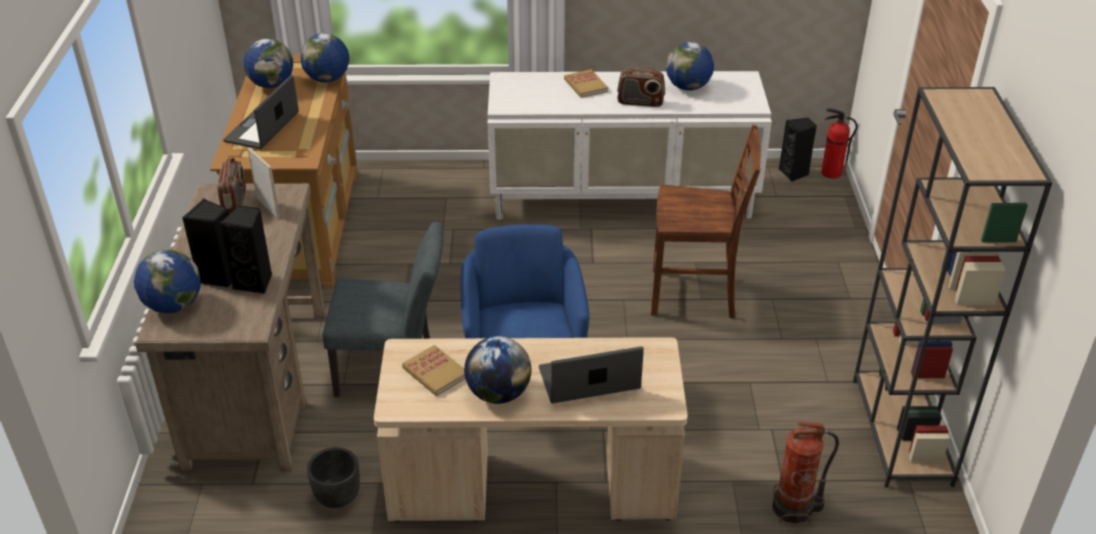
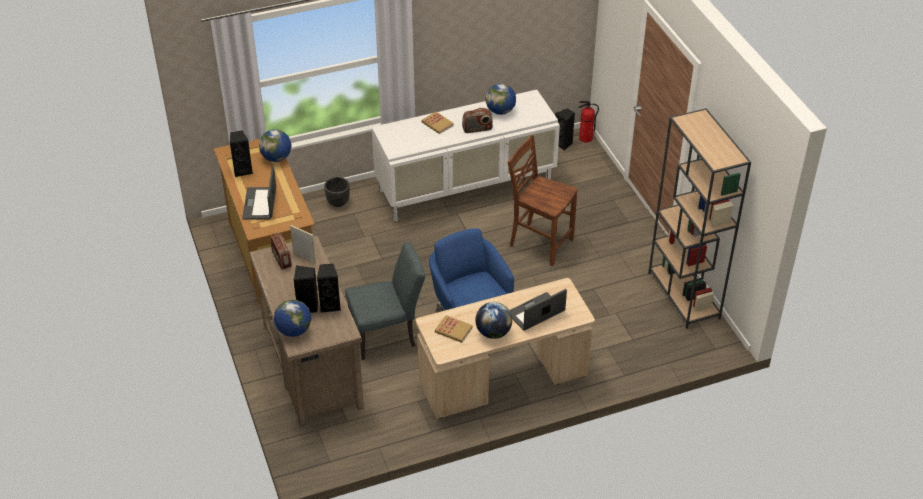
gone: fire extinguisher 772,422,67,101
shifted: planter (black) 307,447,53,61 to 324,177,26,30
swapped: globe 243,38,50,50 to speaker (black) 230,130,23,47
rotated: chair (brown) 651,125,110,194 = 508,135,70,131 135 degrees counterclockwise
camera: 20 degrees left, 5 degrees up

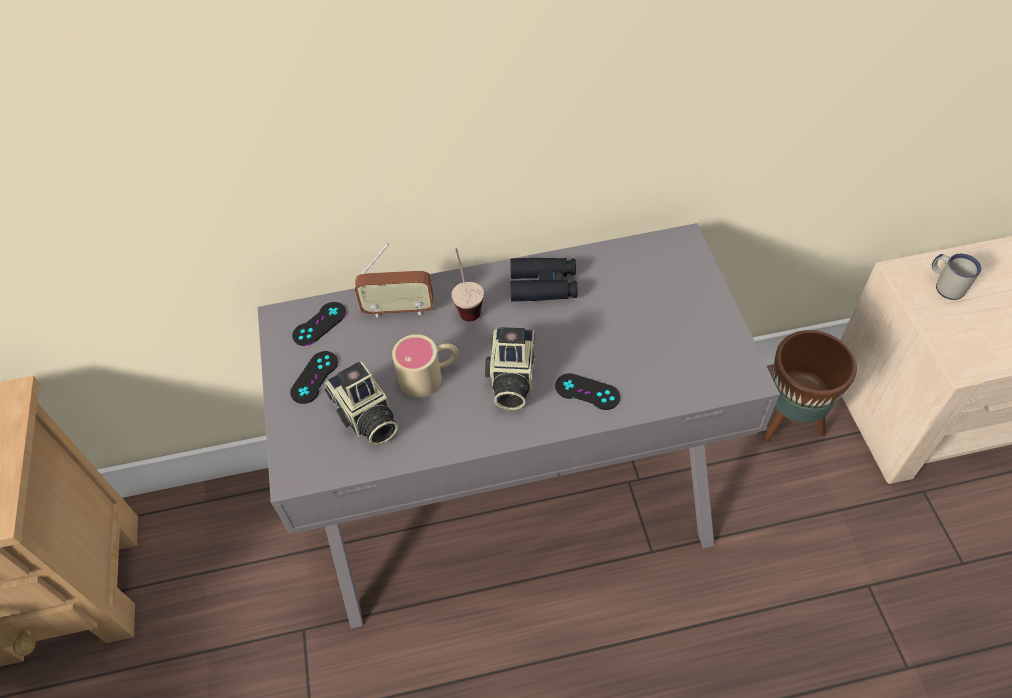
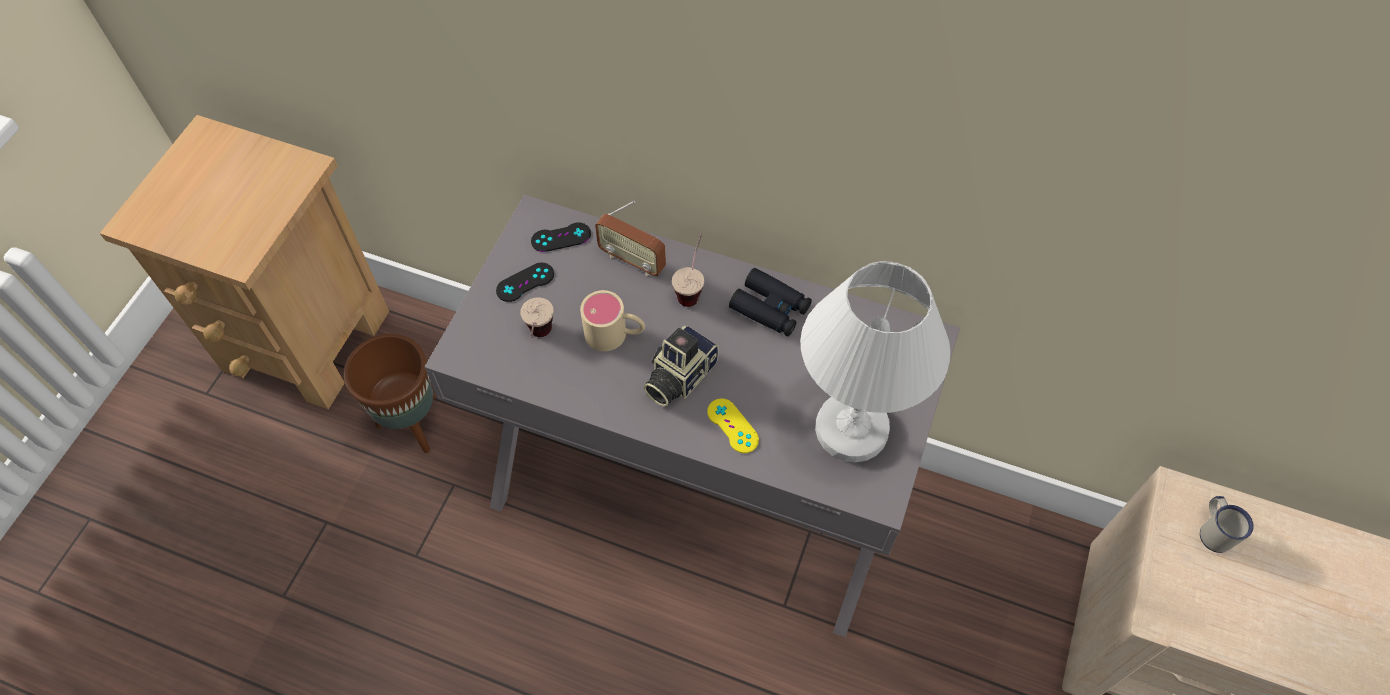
new: table lamp (white) 800,261,150,201
shifted: planter (brown) 763,330,94,112 to 343,334,92,119
swapped: photo camera 324,361,74,84 to cup 520,297,34,41
repainted: game controller (black) 555,373,65,37 to game controller (yellow) 707,398,52,55
camera: 30 degrees right, 5 degrees up

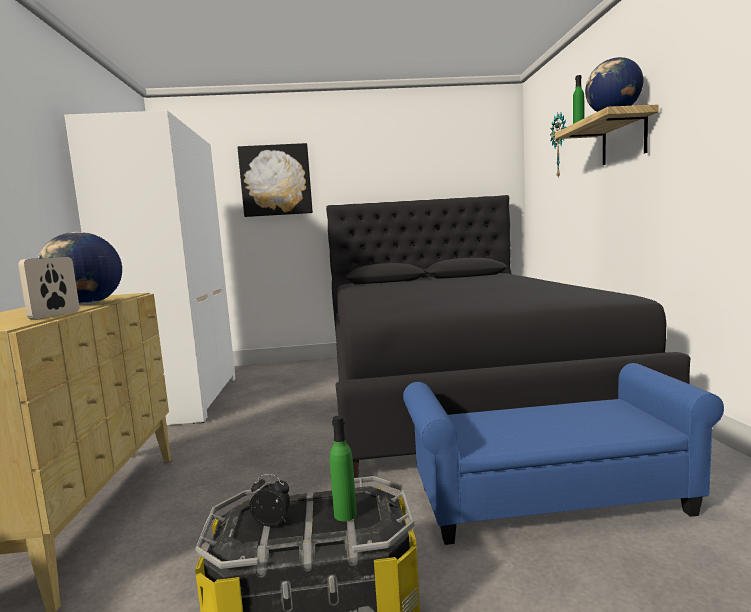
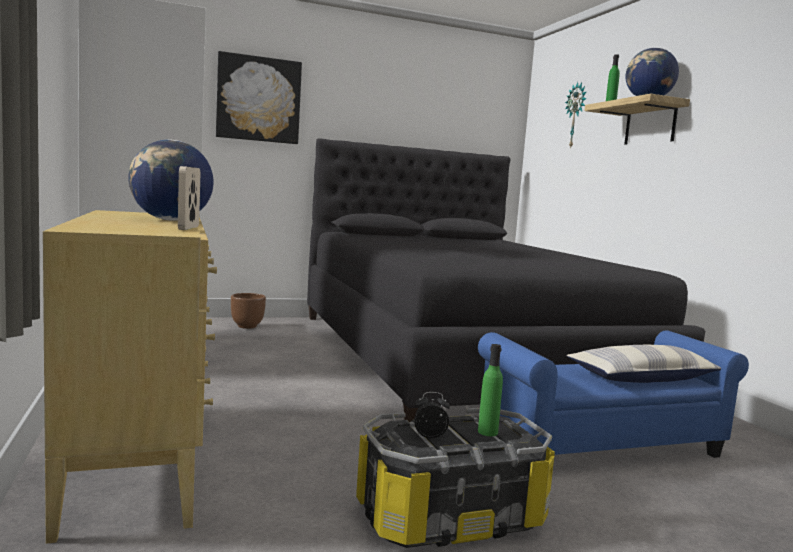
new: planter (brown) 231,293,35,36; pillow 567,345,154,38
camera: 15 degrees left, 0 degrees up

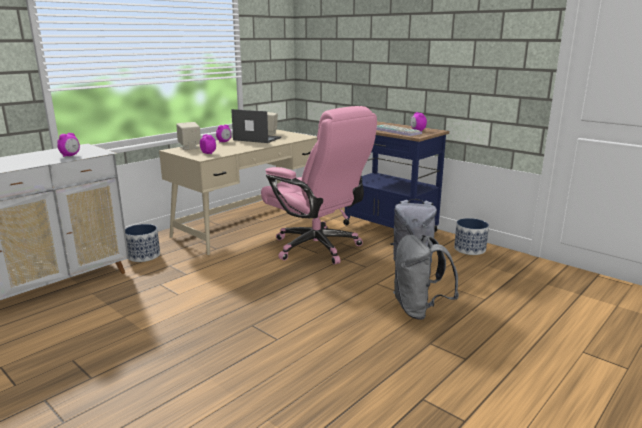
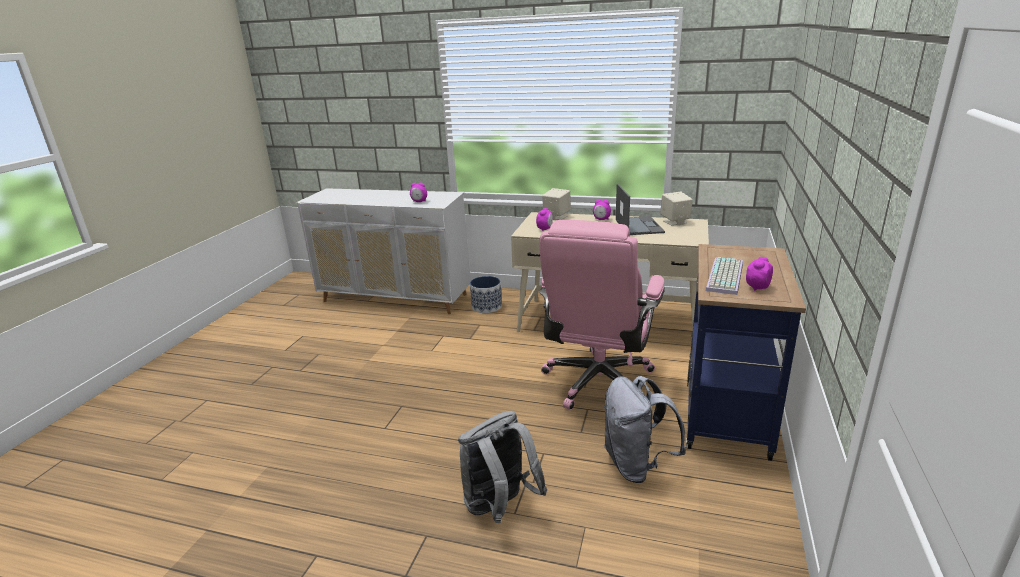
gone: planter 454,218,35,37
camera: 65 degrees right, 5 degrees up

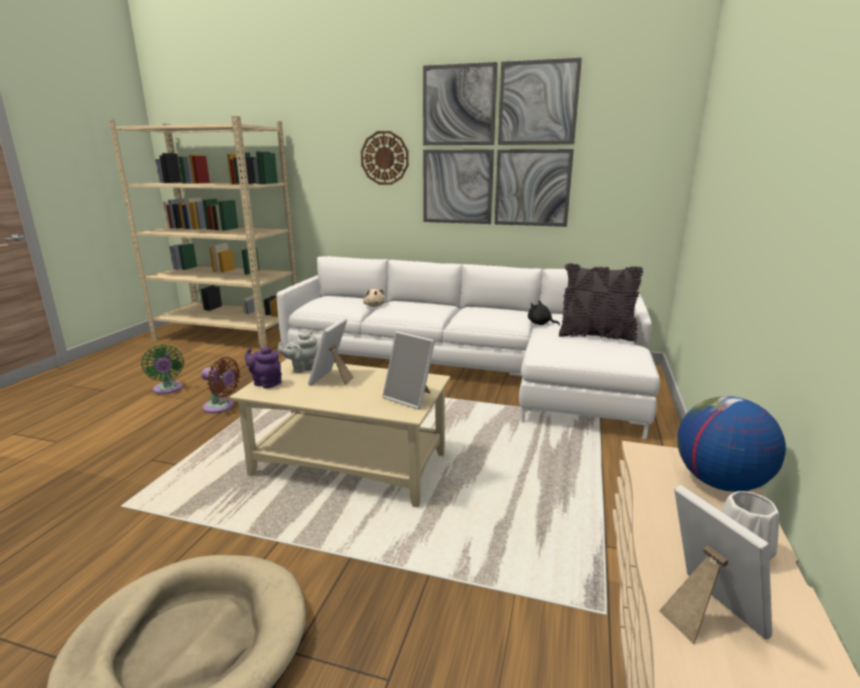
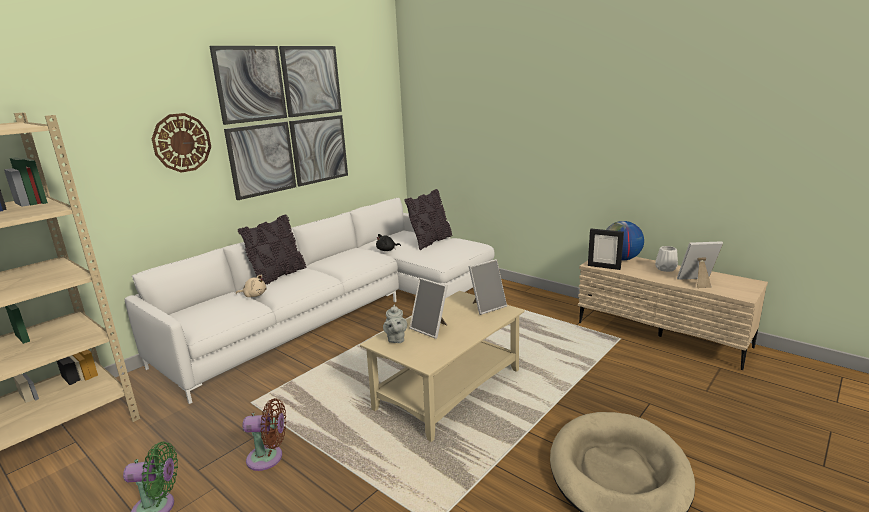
gone: teapot (purple) 244,347,38,42
new: pillow (black) 238,215,69,69; picture frame 588,229,36,41
rotated: fan (brown) 201,357,39,56 = 243,398,43,73 45 degrees clockwise
camera: 65 degrees left, 0 degrees up

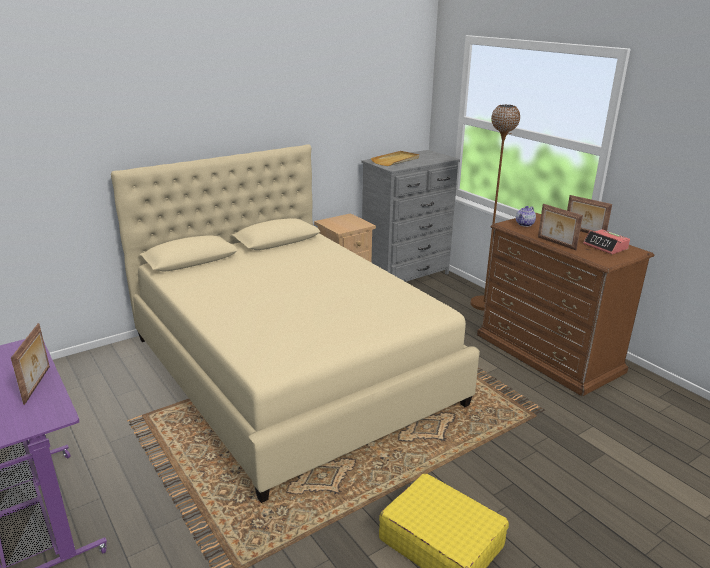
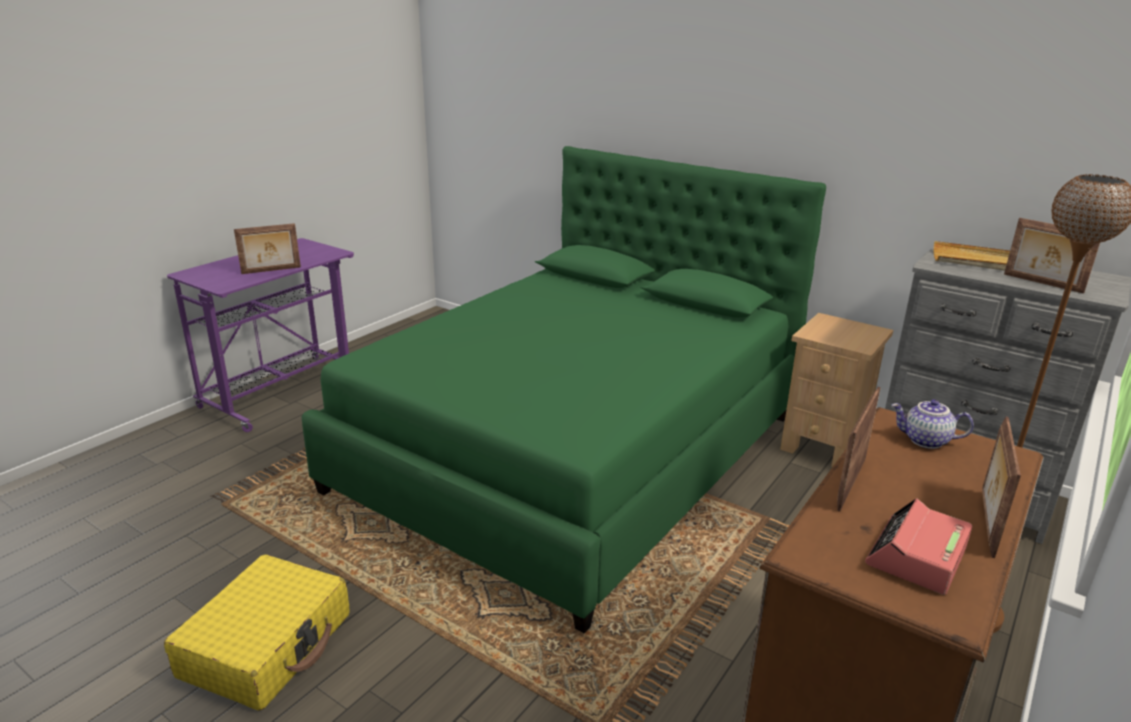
new: picture frame 1004,218,96,76
repainted: bed (beige) 111,145,369,358 to bed (green) 301,146,525,487
camera: 70 degrees right, 0 degrees up

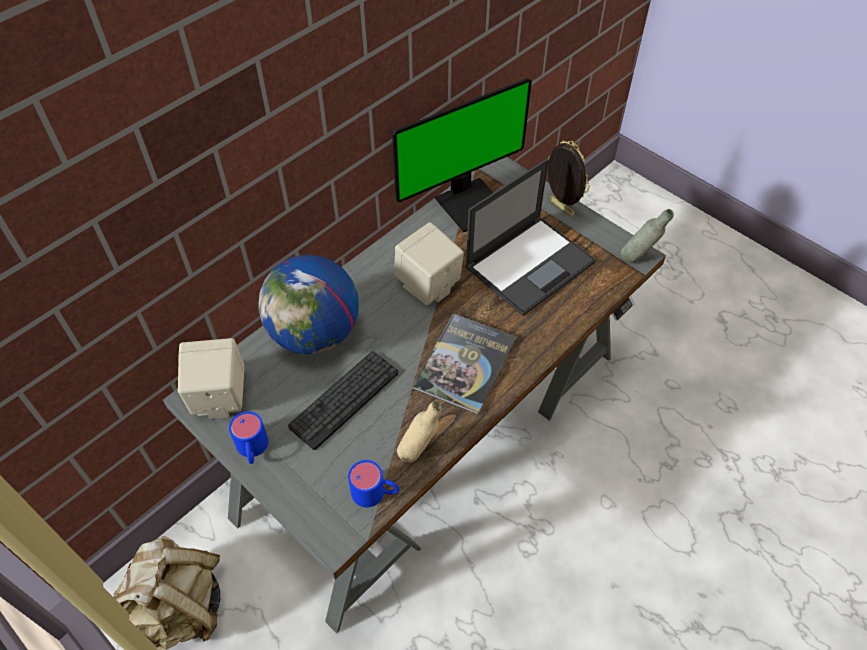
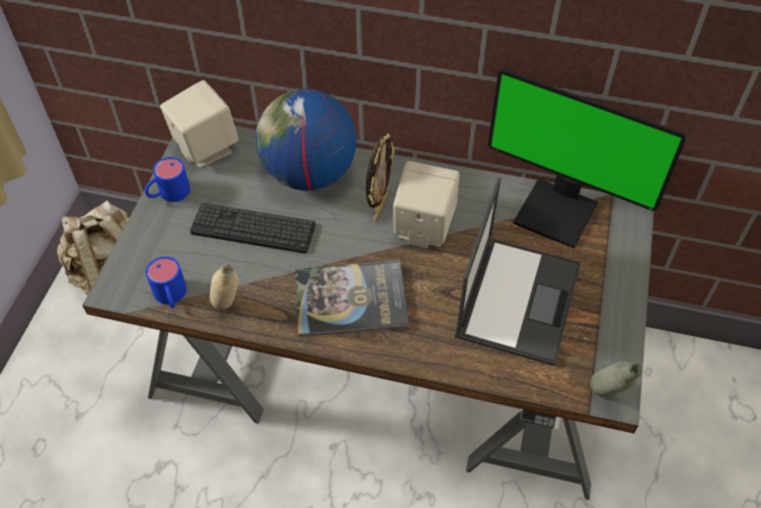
shifted: picture frame 548,140,42,77 to 366,133,29,89
rotated: laptop 465,159,131,157 = 454,177,127,189 90 degrees counterclockwise
camera: 60 degrees right, 0 degrees up

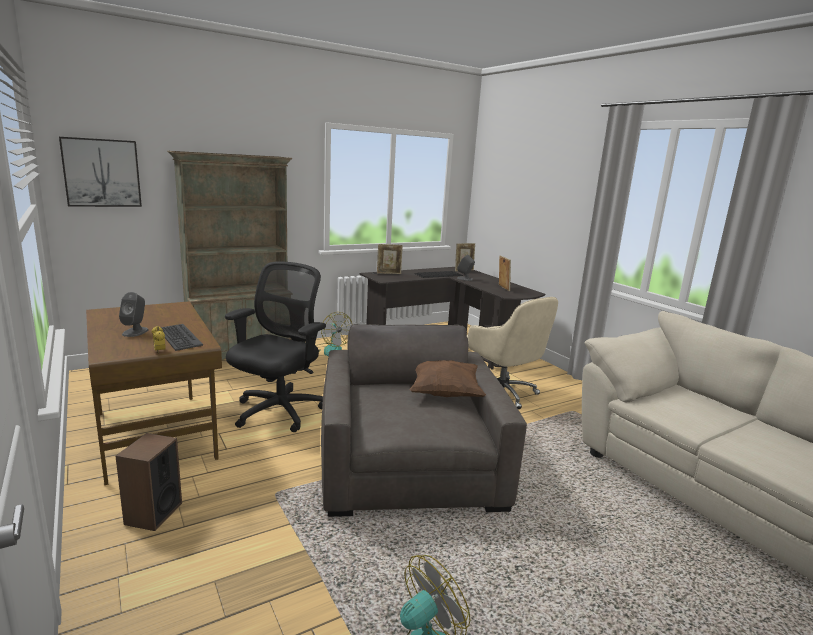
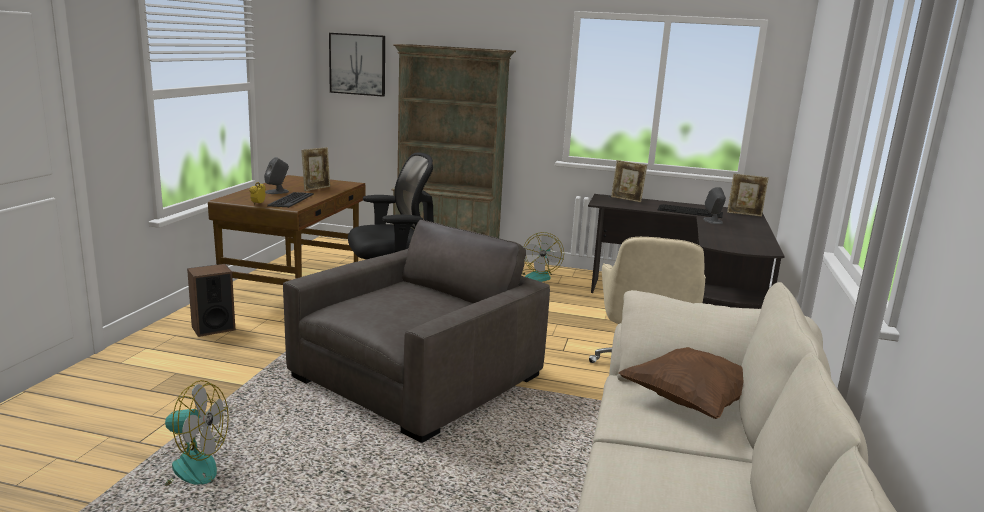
shifted: pillow (brown) 410,360,76,37 to 618,347,126,72; picture frame 499,256,12,35 to 301,147,29,44
camera: 45 degrees right, 0 degrees up

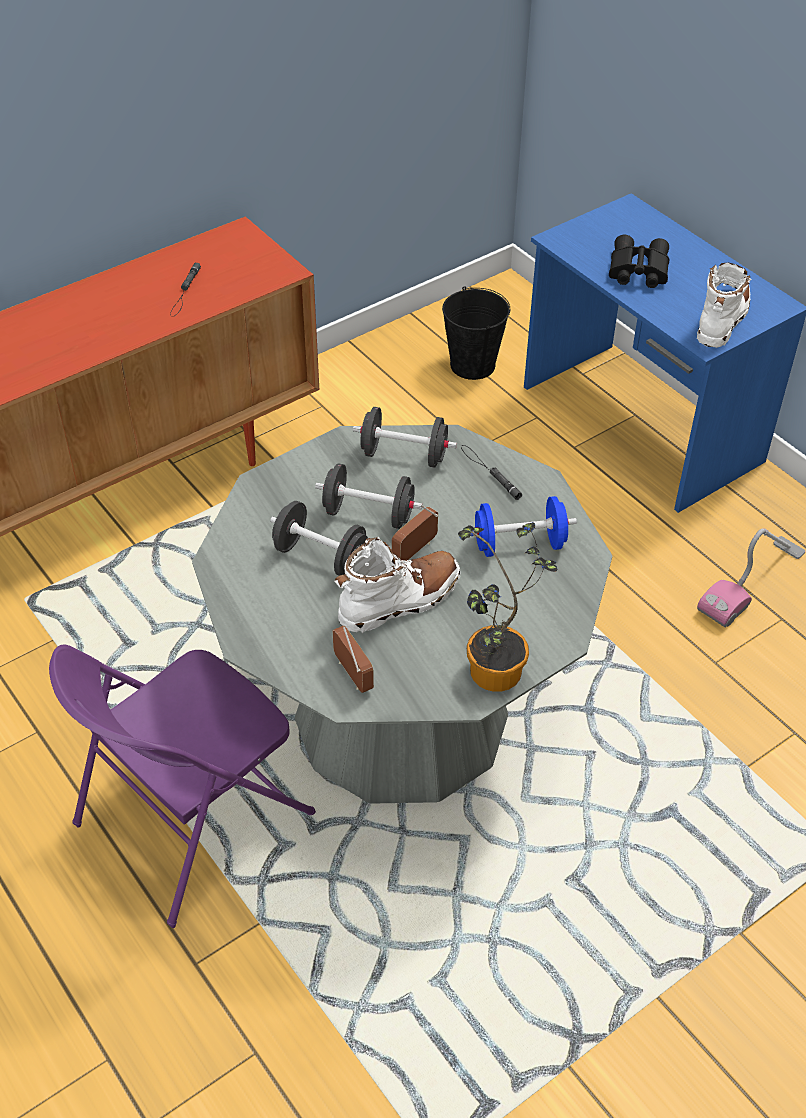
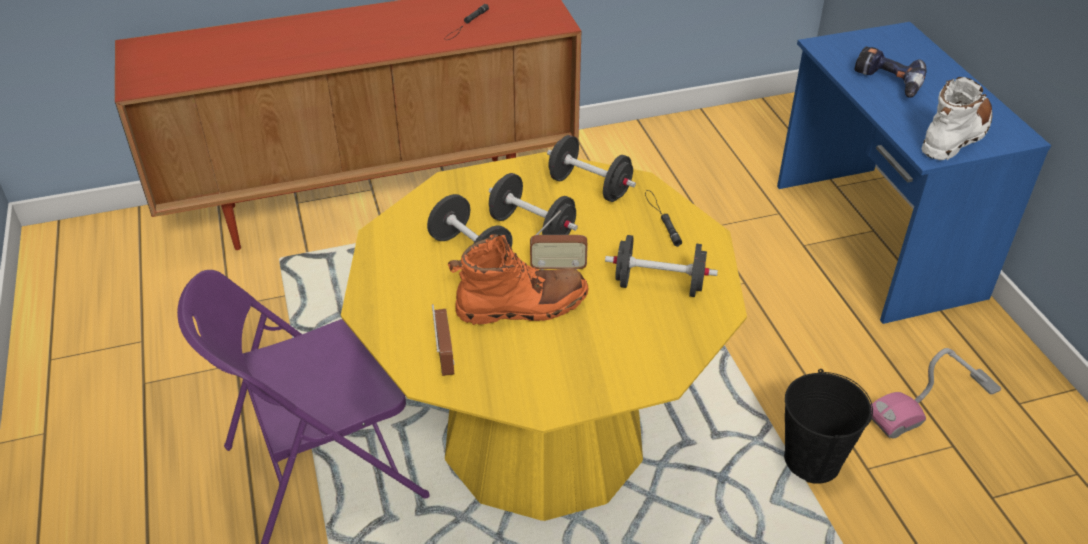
gone: potted plant 458,522,99,170
shifted: bucket (black) 442,286,68,94 to 784,369,89,115
swapped: binoculars (black) 609,235,60,53 to power drill 855,47,72,51
repainted: dining table (grey) 192,425,421,379 to dining table (yellow) 341,152,406,369; boot (white) 334,537,127,96 to boot (orange) 448,234,141,91; dumbbell (blue) 475,496,102,61 to dumbbell (black) 605,235,113,62
rotated: radio 392,504,46,56 = 530,210,58,60 150 degrees counterclockwise
camera: 20 degrees right, 5 degrees down

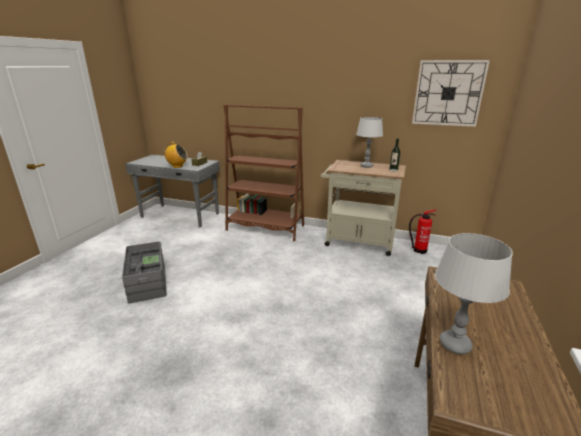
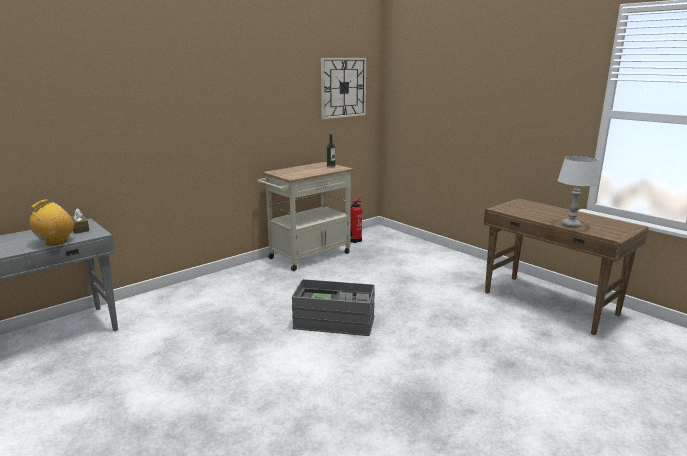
gone: bookcase (brown) 224,104,80,137; table lamp (grey) 356,117,27,51
shifted: storage box (grey) 122,241,45,62 to 292,279,83,57
camera: 60 degrees left, 5 degrees down

